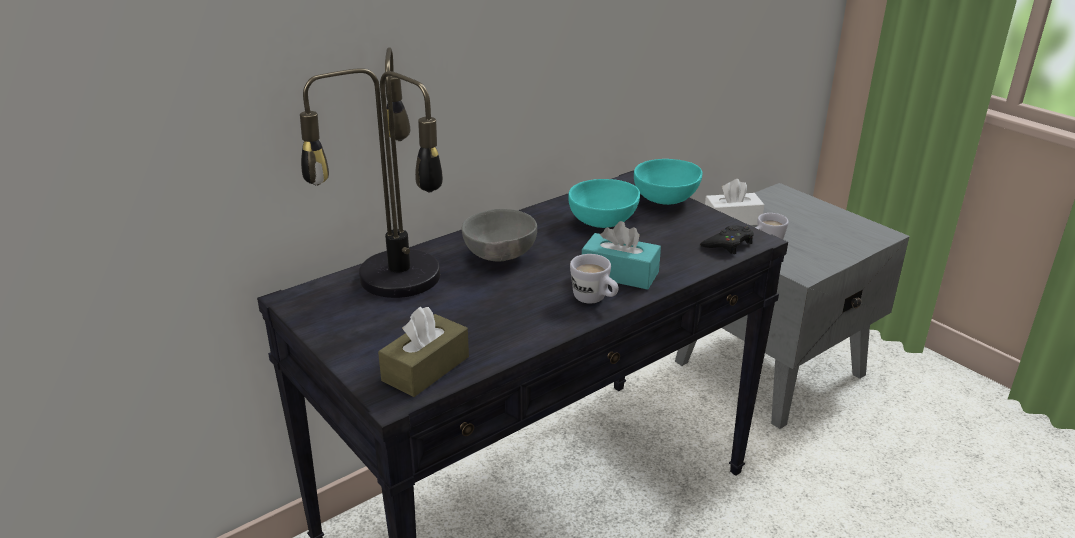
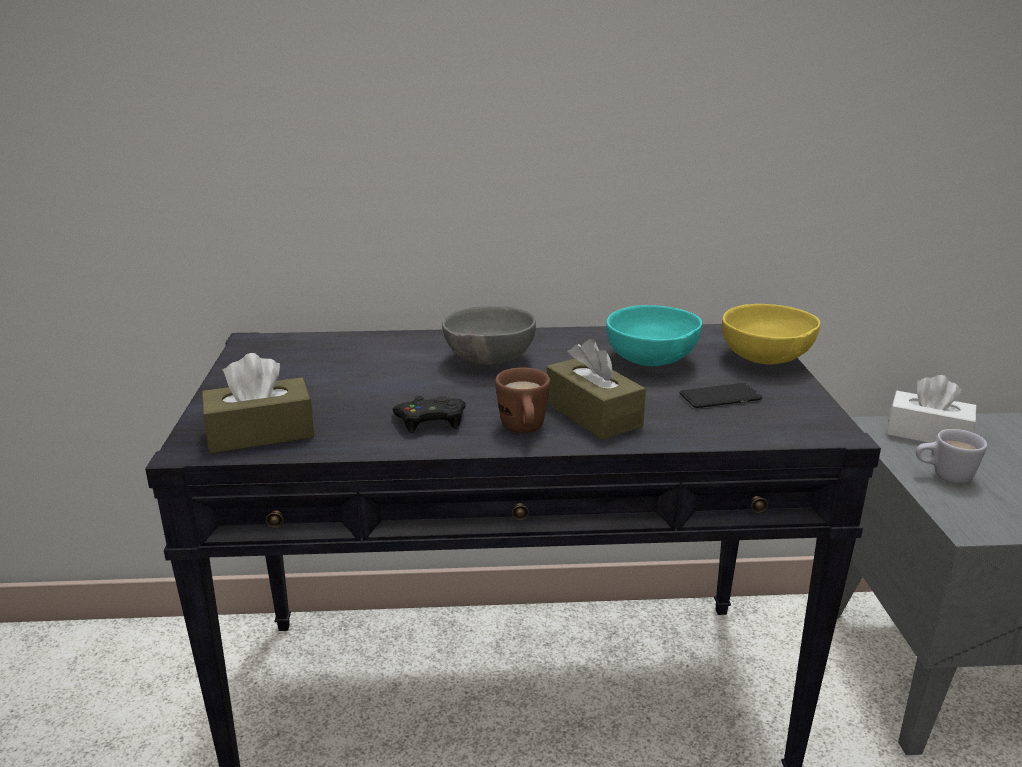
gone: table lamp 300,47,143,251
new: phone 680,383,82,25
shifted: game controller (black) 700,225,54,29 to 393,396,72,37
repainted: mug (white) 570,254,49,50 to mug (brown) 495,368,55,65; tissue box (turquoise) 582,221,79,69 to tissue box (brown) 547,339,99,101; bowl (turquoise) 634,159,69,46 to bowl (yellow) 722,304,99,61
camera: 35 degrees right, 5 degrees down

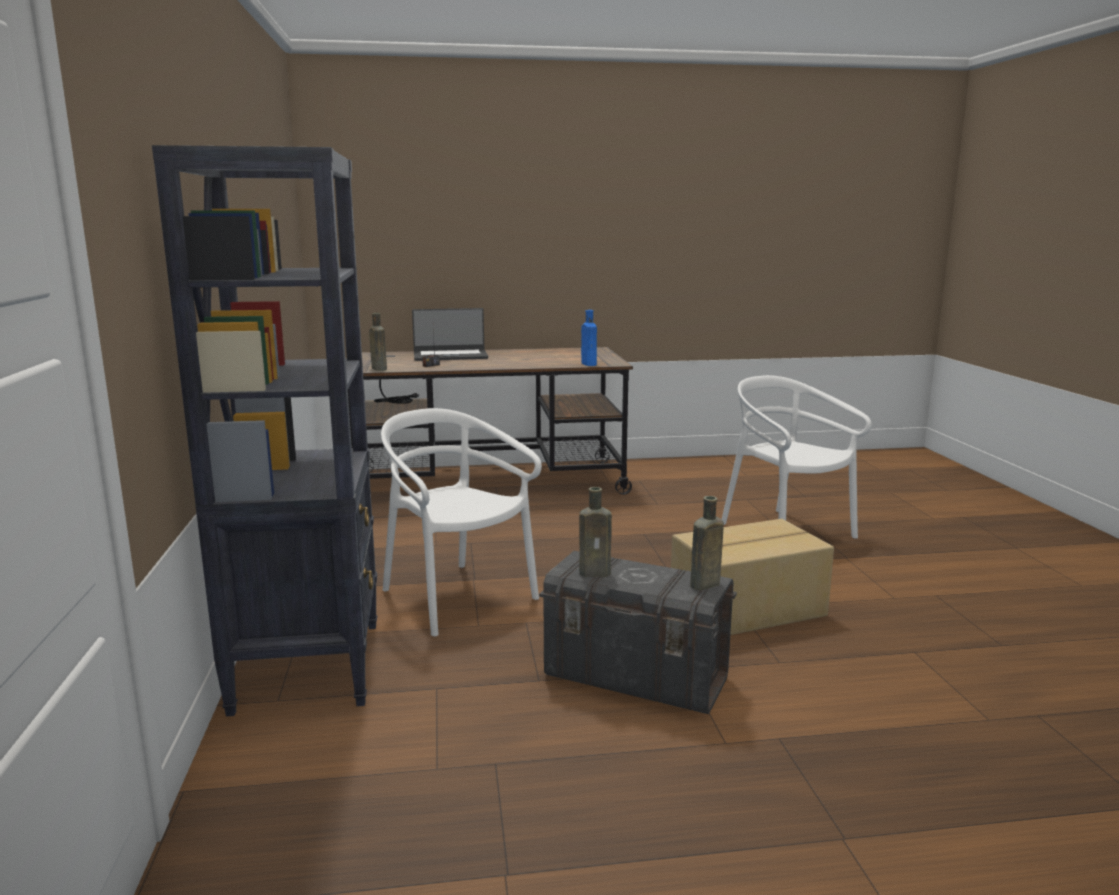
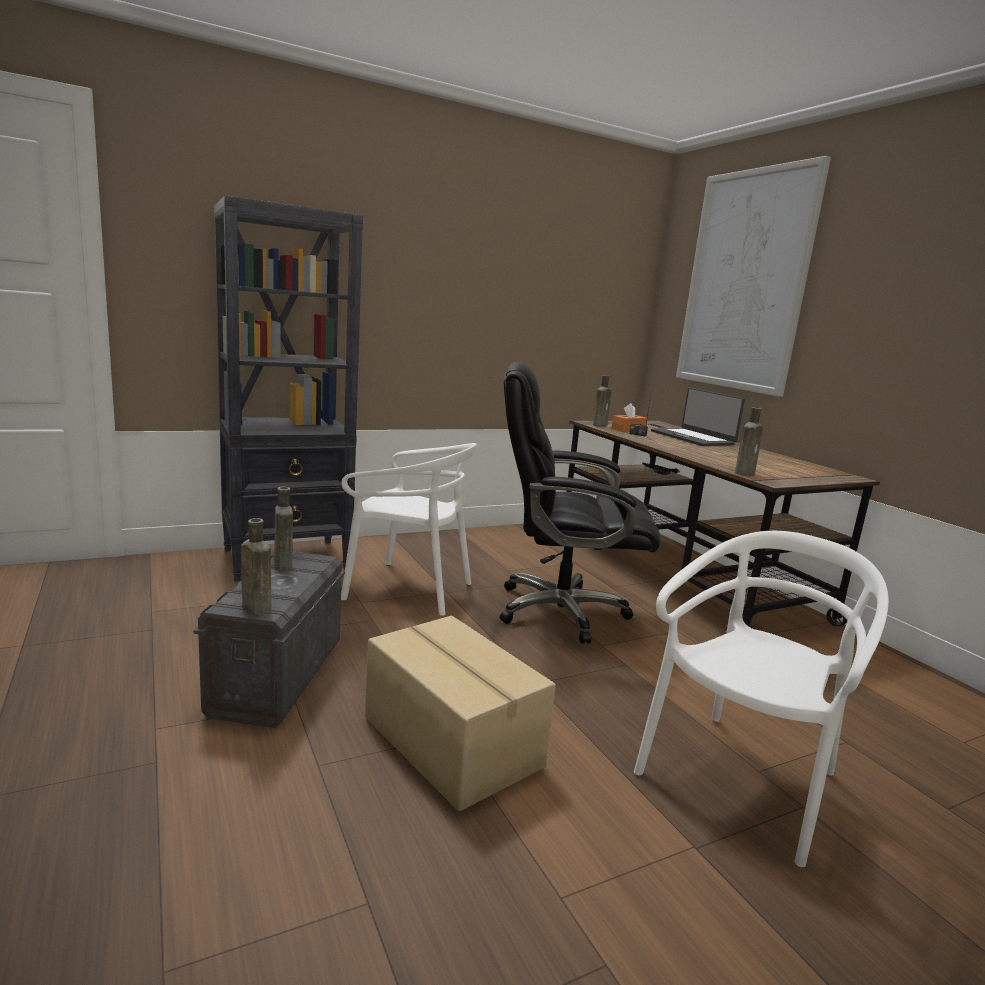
new: office chair (black) 499,362,162,282; tissue box (orange) 611,403,36,29; picture 676,156,155,241
repainted: bottle (blue) 581,310,16,56 to bottle (brown) 735,407,28,69
rotated: chair (white) 381,408,161,229 = 341,443,136,173 75 degrees clockwise
camera: 70 degrees right, 0 degrees up

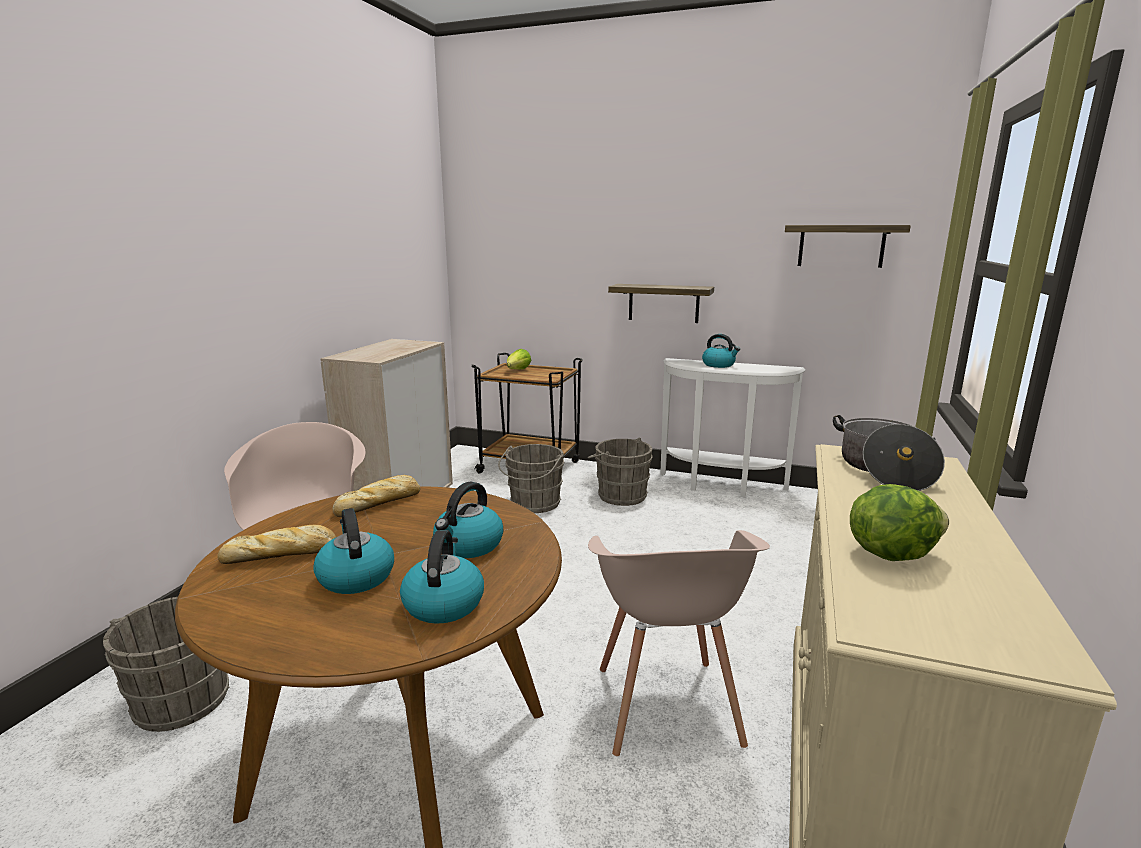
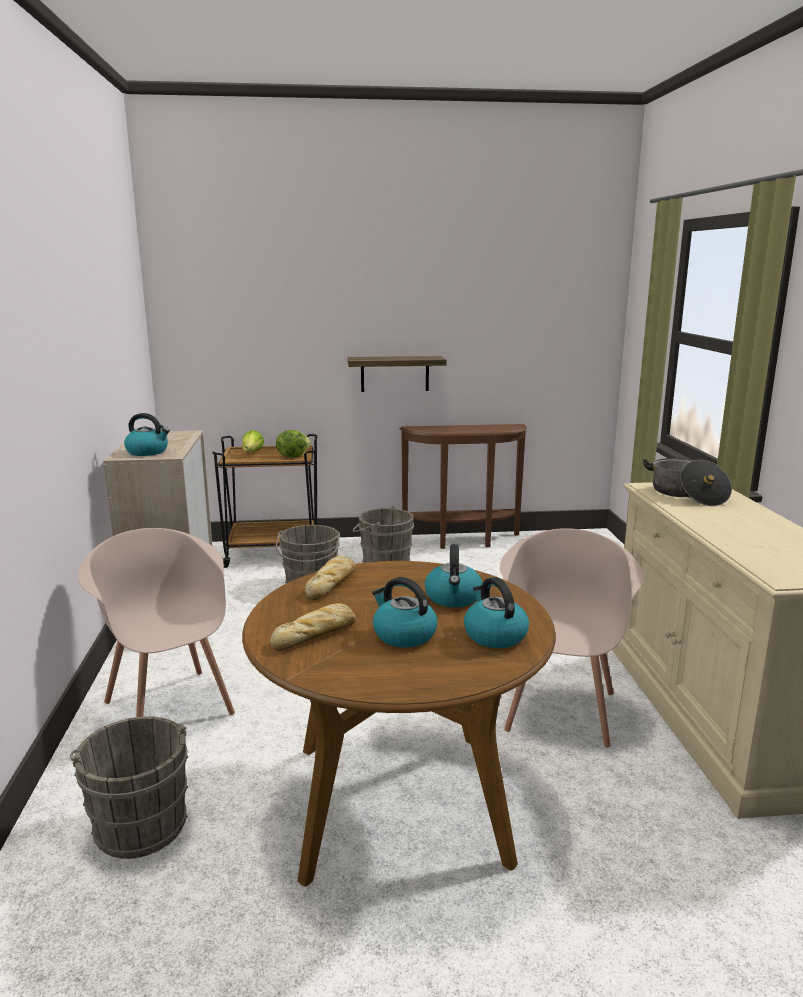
gone: shelf 785,225,126,43
shifted: kettle 702,334,38,34 to 124,413,46,43; lettuce 850,484,99,77 to 276,430,35,28
repainted: console table (white) 660,358,145,139 to console table (brown) 400,424,127,125
rotated: chair (beige) 588,530,182,226 = 500,528,143,219 135 degrees counterclockwise
camera: 25 degrees left, 0 degrees up

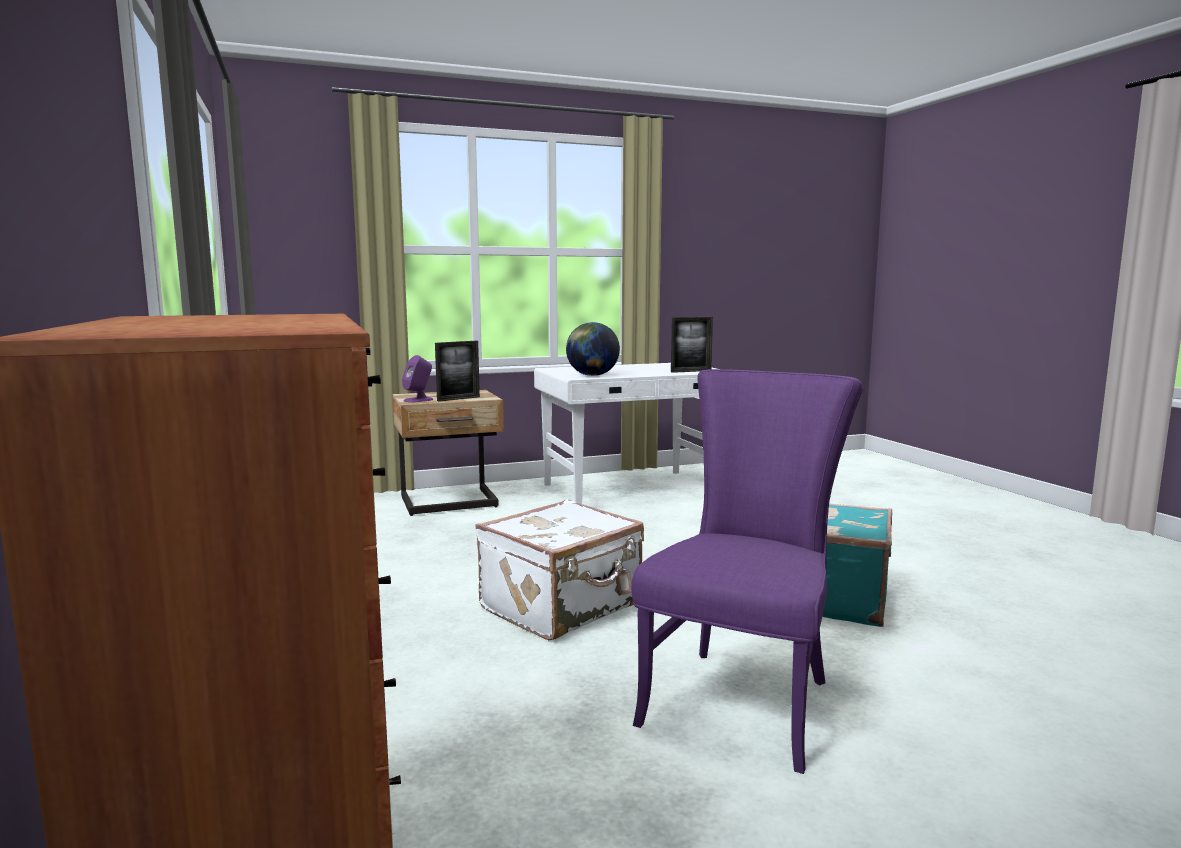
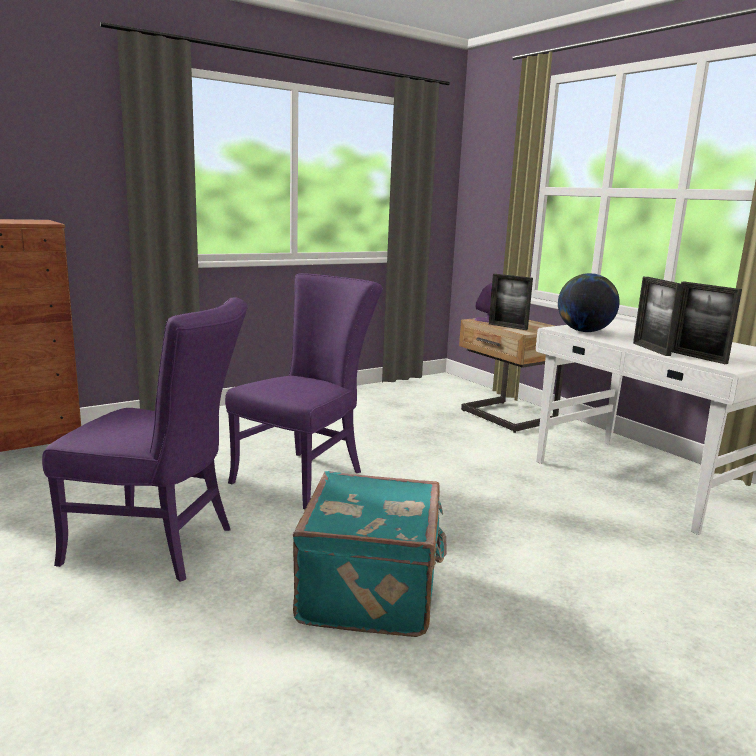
new: picture frame 633,277,50,79
swapped: suitcase (white) 475,499,169,142 to chair (purple) 225,273,158,236
camera: 75 degrees right, 5 degrees up

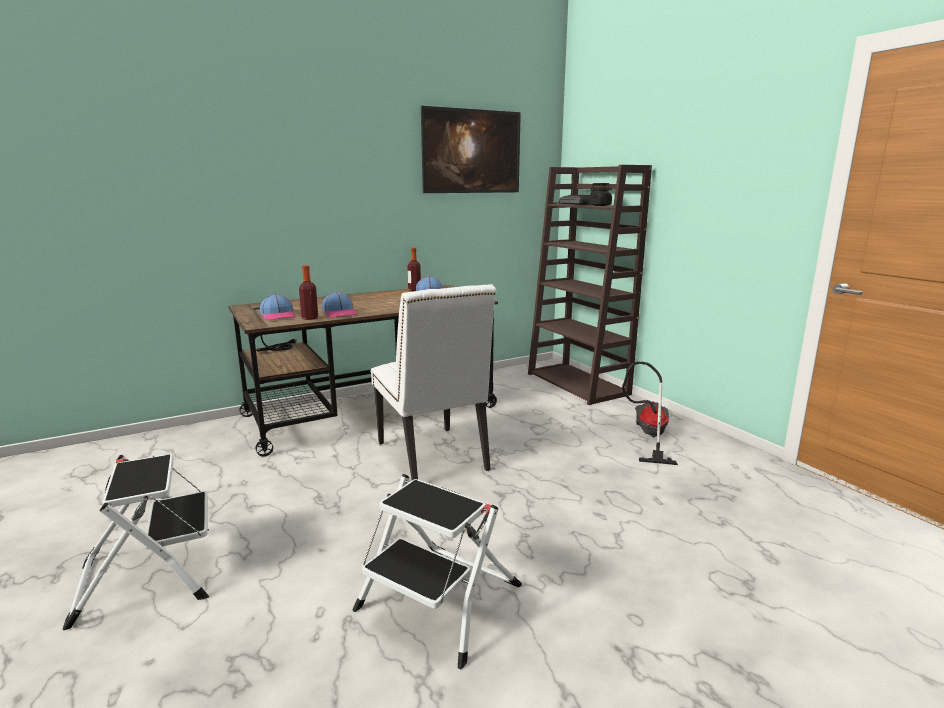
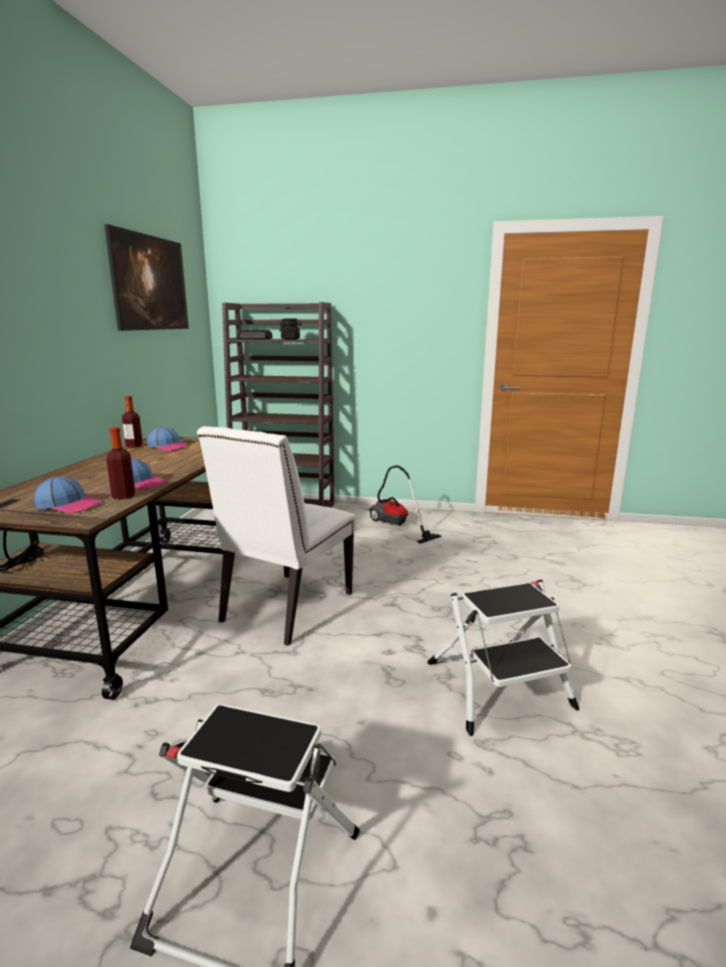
rotated: chair (white) 371,284,125,196 = 197,426,159,220 105 degrees clockwise
camera: 50 degrees left, 0 degrees up

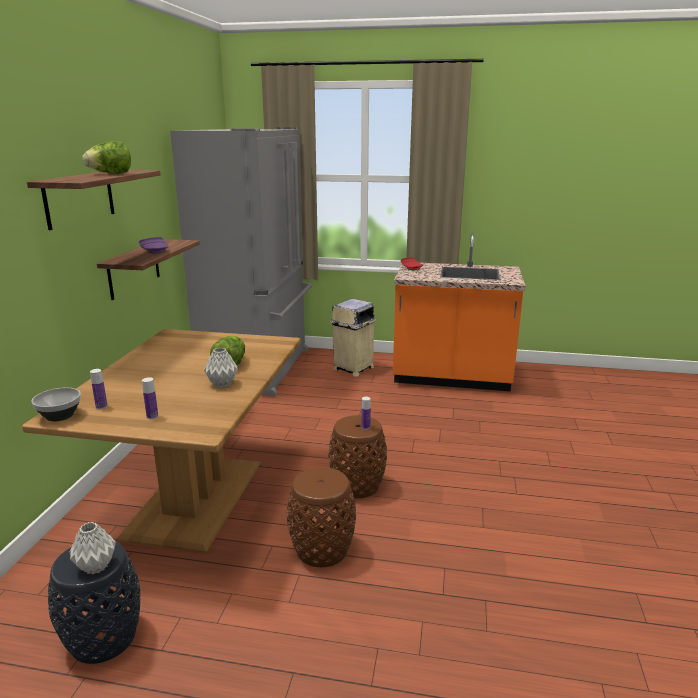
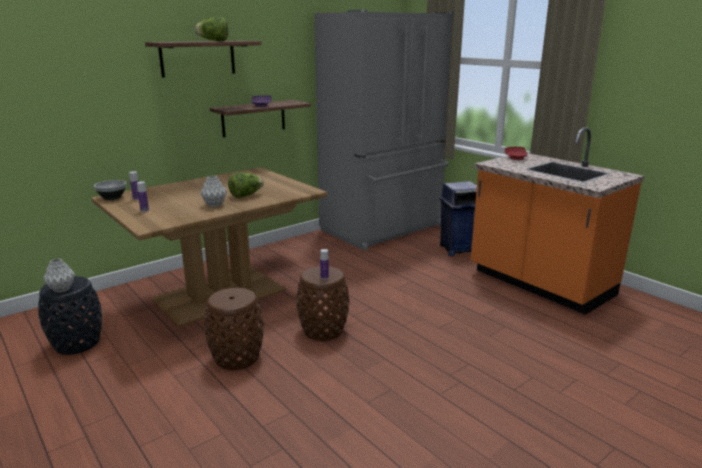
repainted: trash can (beige) 330,299,46,78 to trash can (blue) 440,181,37,75
camera: 40 degrees right, 0 degrees up

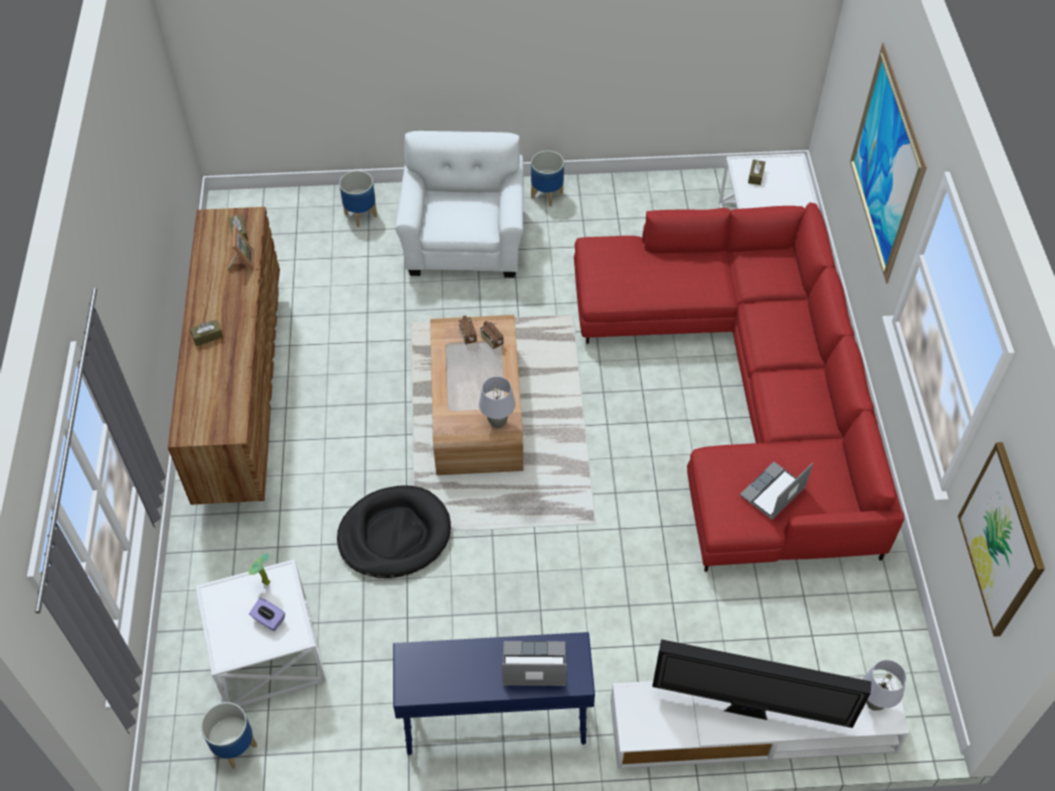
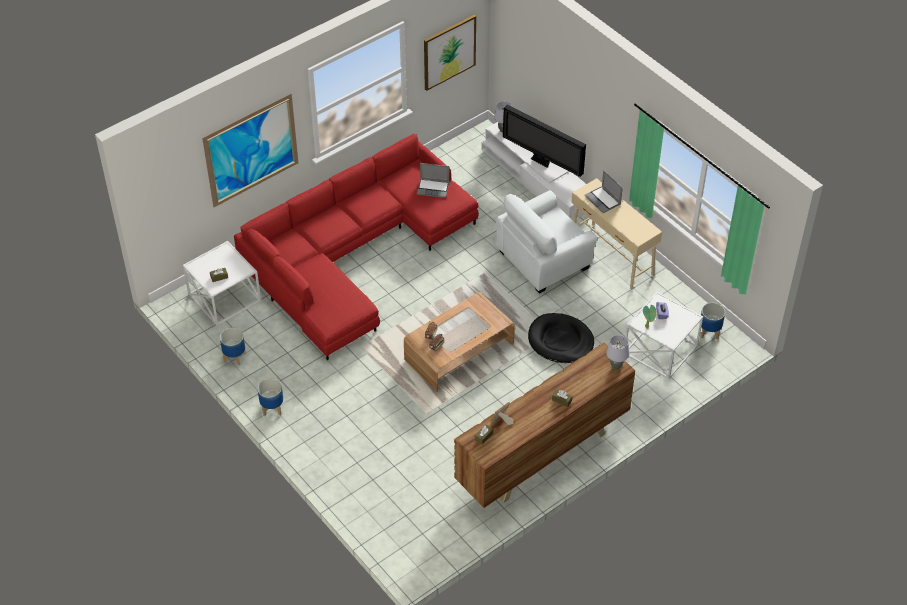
shifted: planter 339,170,38,57 to 220,328,26,38; armchair (white) 395,131,129,147 to 496,190,101,104; table lamp (grey) 479,376,36,53 to 606,335,23,35
repainted: console table (blue) 393,632,202,123 to console table (beige) 571,178,91,111
rotated: television 652,639,220,89 = 503,105,83,72 150 degrees clockwise
camera: 125 degrees left, 5 degrees down

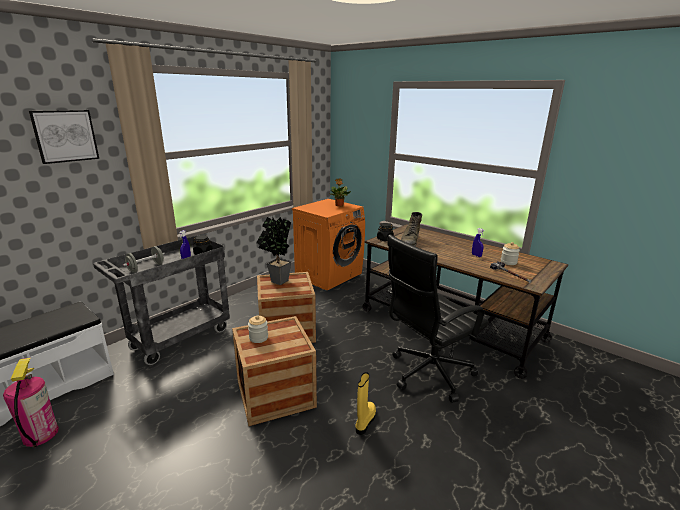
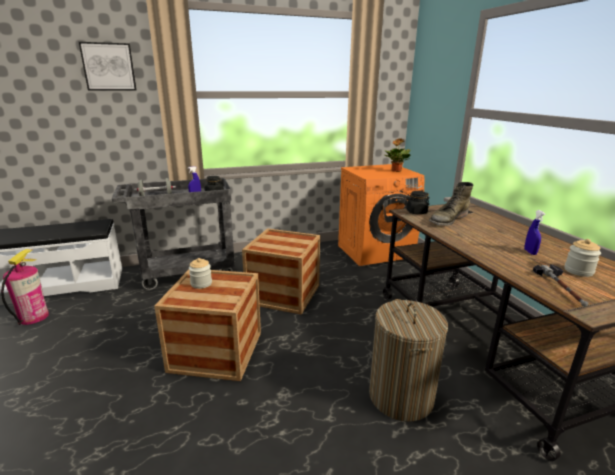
gone: potted plant 256,217,35,68; boot (yellow) 356,372,20,63
swapped: office chair (black) 388,235,101,168 to laundry basket 369,299,79,123
camera: 30 degrees right, 0 degrees up

